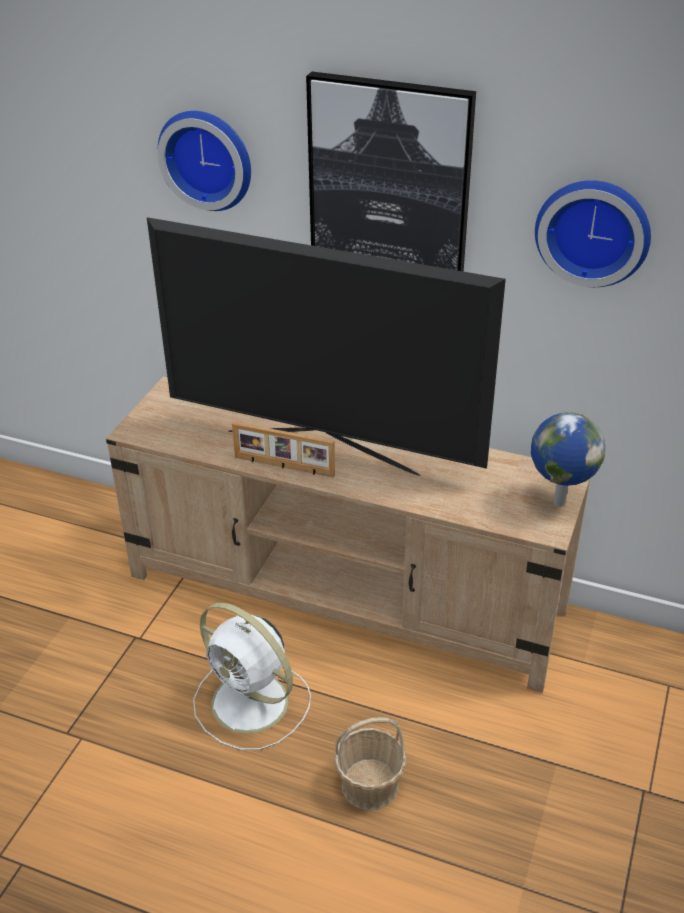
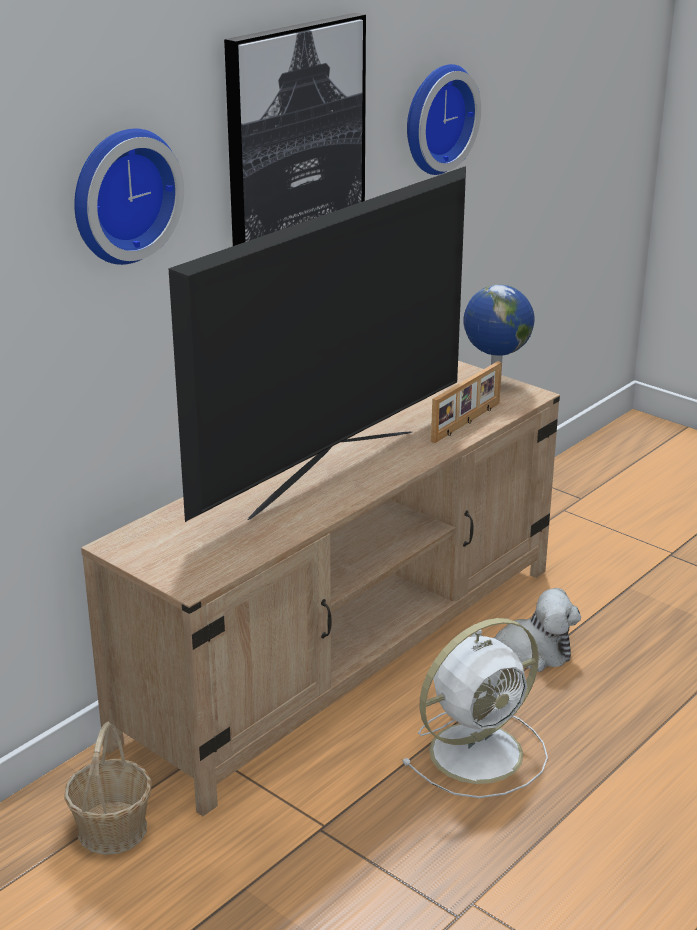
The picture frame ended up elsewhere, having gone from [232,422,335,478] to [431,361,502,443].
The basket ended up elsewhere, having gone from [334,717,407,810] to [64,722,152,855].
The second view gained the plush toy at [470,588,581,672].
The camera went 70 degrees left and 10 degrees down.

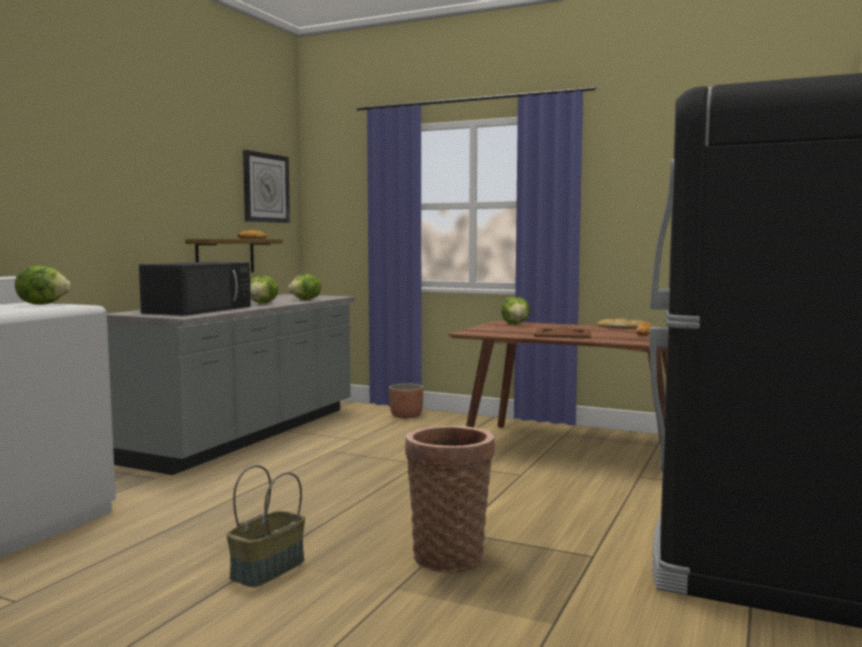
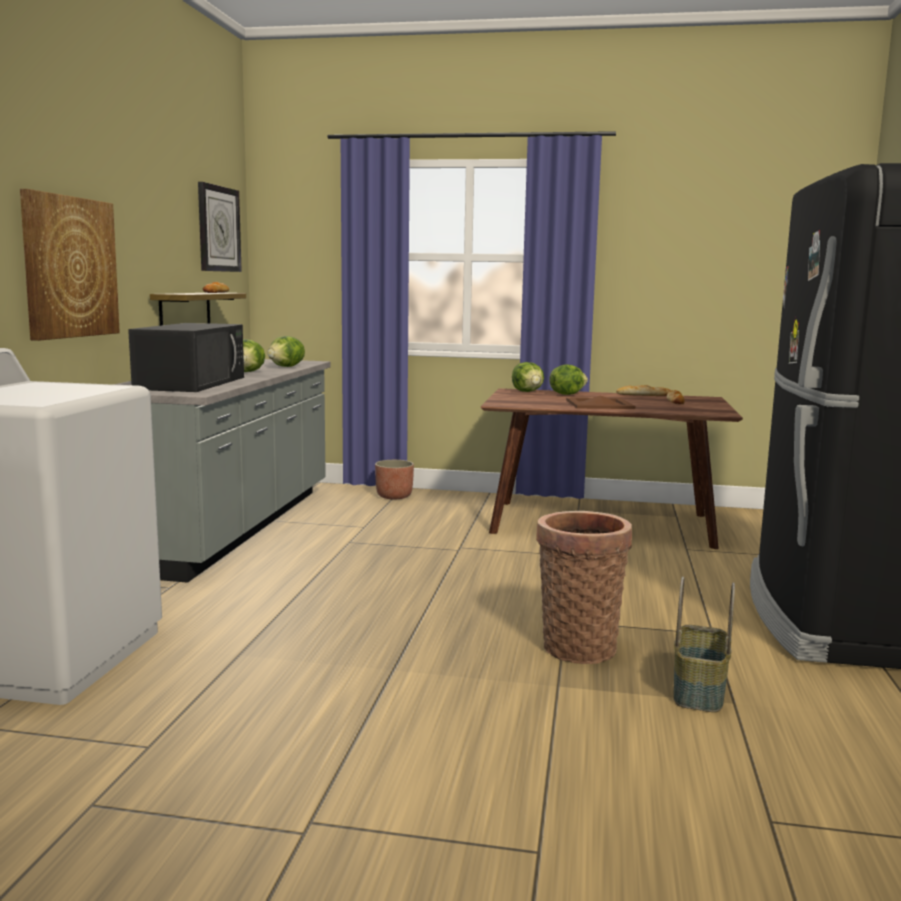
The lettuce ended up elsewhere, having gone from [15,265,71,305] to [549,364,588,395].
The basket ended up elsewhere, having gone from [227,465,305,587] to [674,576,735,712].
The second view gained the picture at [20,189,120,341].
The camera went 15 degrees left and 5 degrees up.

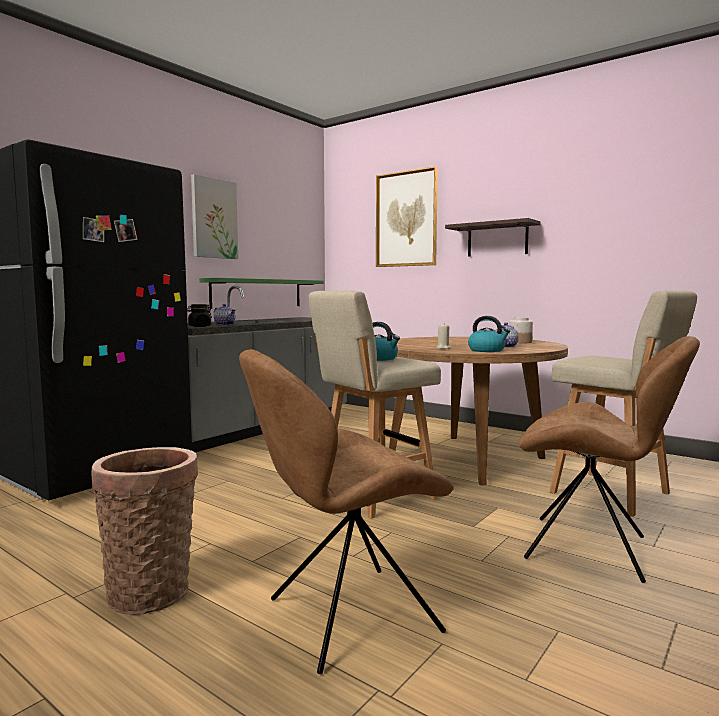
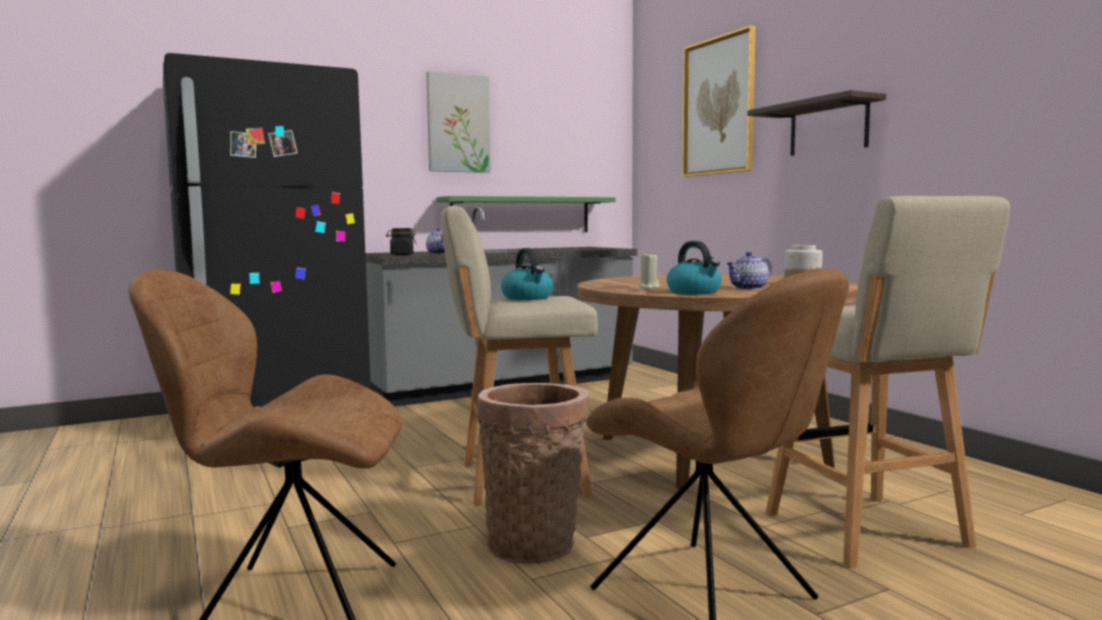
The basket ended up elsewhere, having gone from [91,447,198,615] to [477,383,589,564].
The camera went 25 degrees right and 0 degrees up.

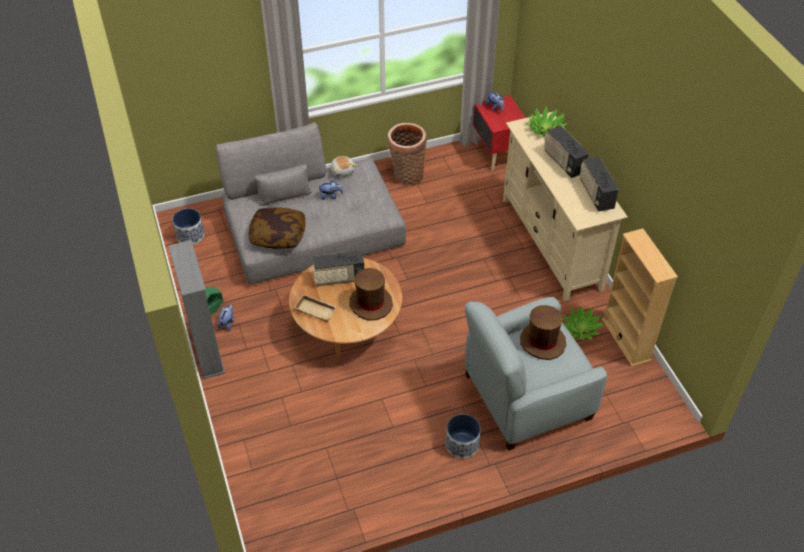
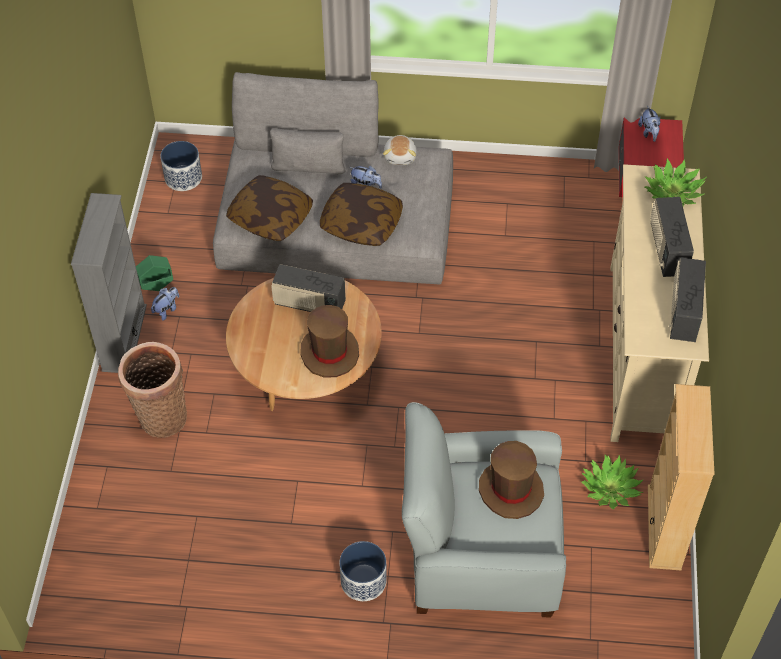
The second view lost the beige tray at [294,294,337,322].
The basket ended up elsewhere, having gone from [388,123,427,185] to [118,342,187,438].
The second view gained the pillow at [320,183,403,246].
The camera went 25 degrees right and 5 degrees up.

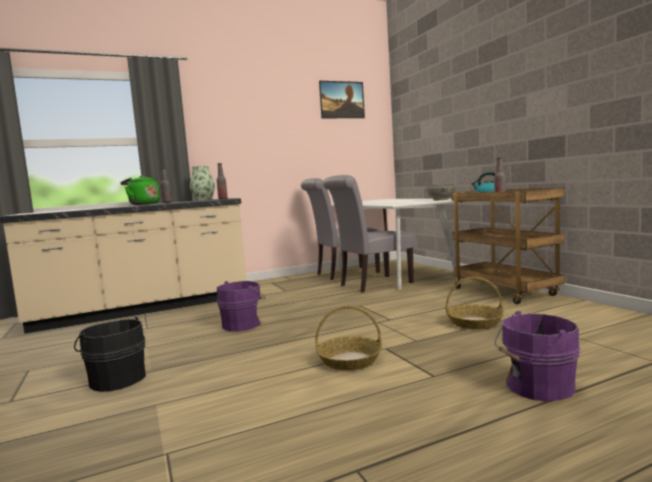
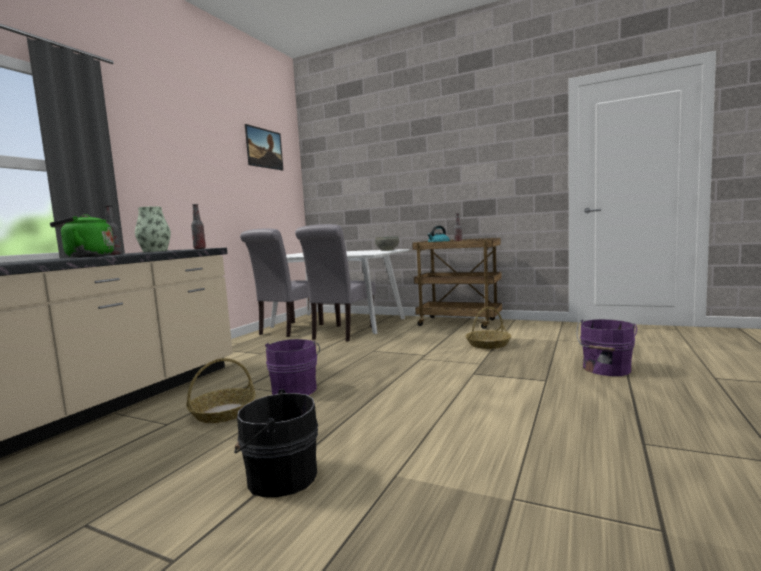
The basket ended up elsewhere, having gone from [315,306,382,370] to [187,358,256,423].
The camera went 40 degrees left and 0 degrees up.

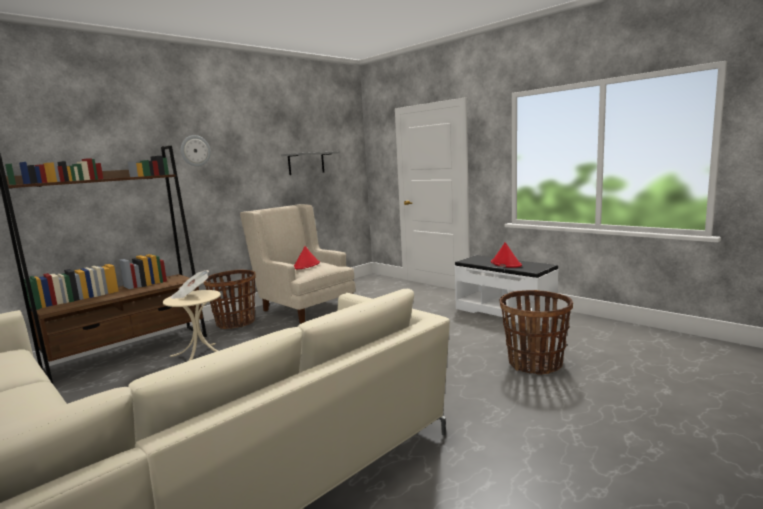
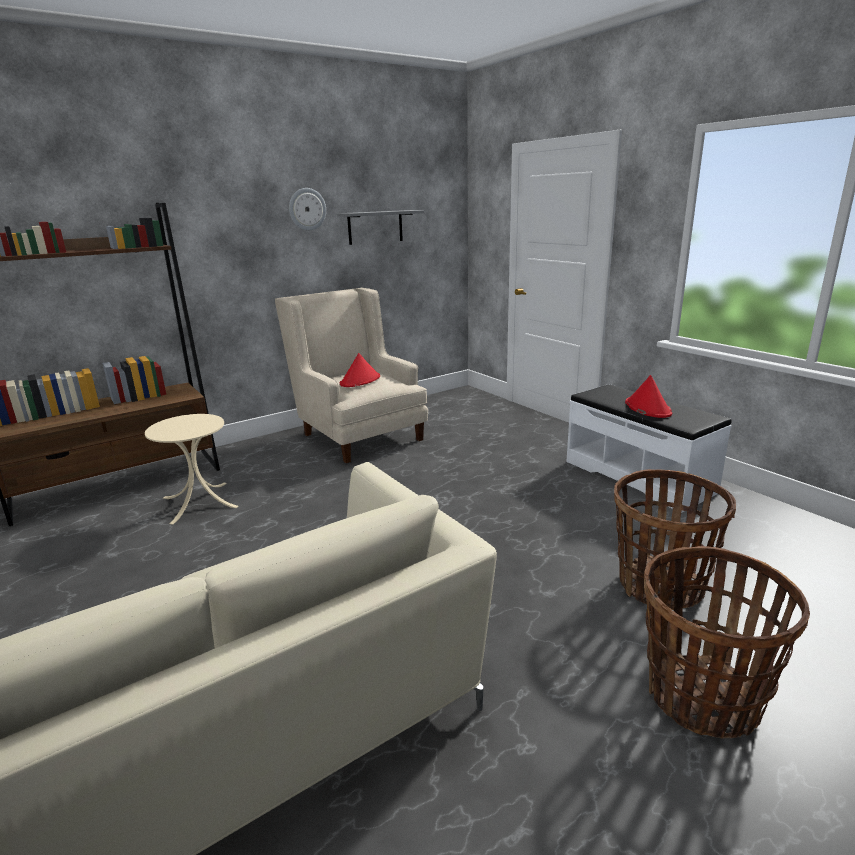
The second view lost the newspaper at [170,270,209,299].
The wall clock ended up elsewhere, having gone from [181,135,211,167] to [289,188,326,230].
The basket ended up elsewhere, having gone from [204,270,256,329] to [644,546,810,739].
The camera went 10 degrees right and 10 degrees up.

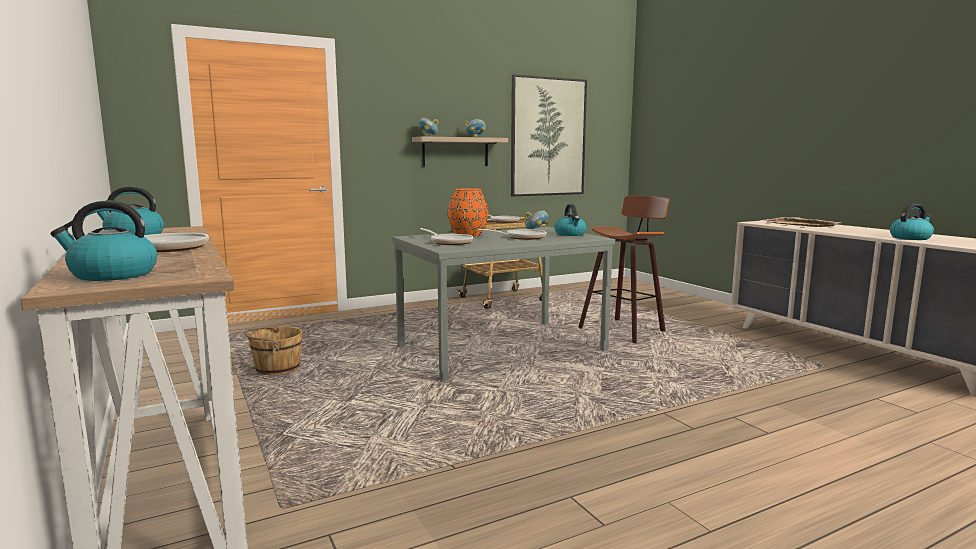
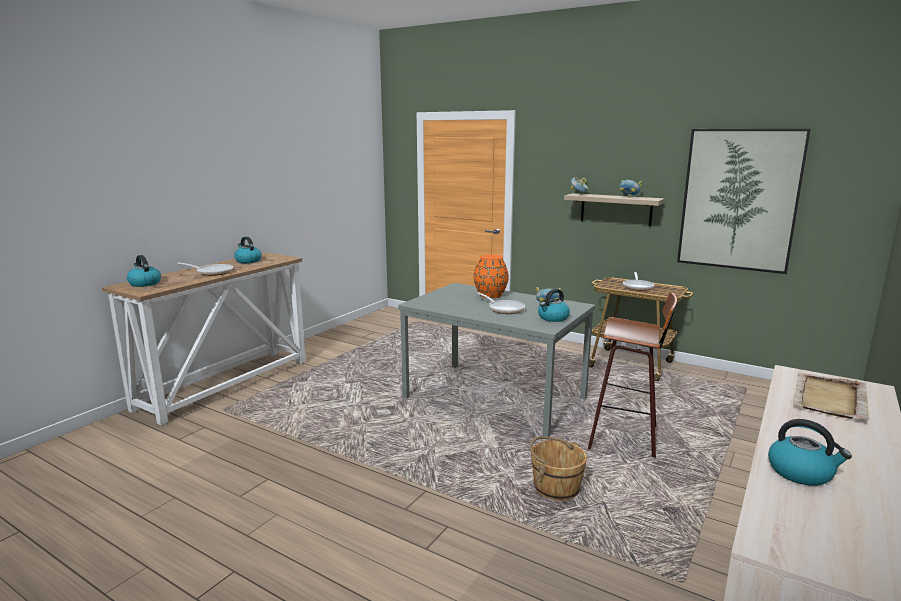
The brown bucket ended up elsewhere, having gone from [245,325,303,375] to [529,436,587,501].
The second view lost the frying pan at [420,228,473,245].
The camera went 60 degrees right and 5 degrees up.

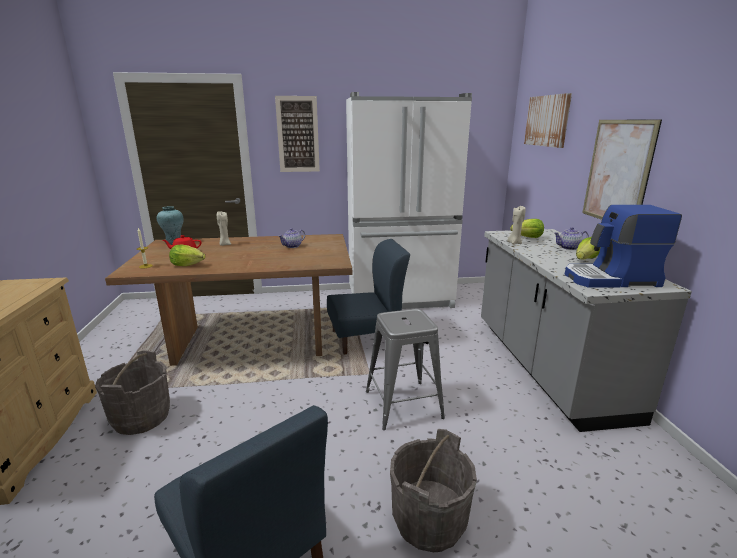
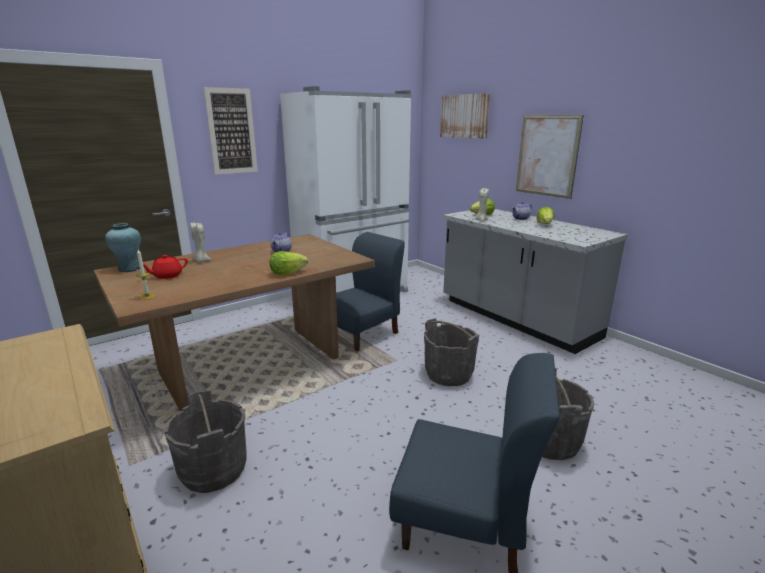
The lettuce ended up elsewhere, having gone from [169,244,205,266] to [270,251,308,275].
Where the grey stool stood at [366,309,445,430], the grey bucket came to stand at [424,318,479,386].
The second view lost the coffee machine at [565,205,682,288].
The camera went 30 degrees left and 0 degrees up.

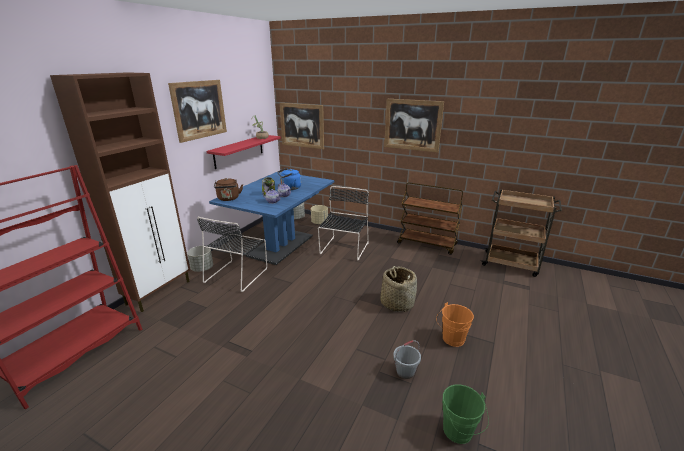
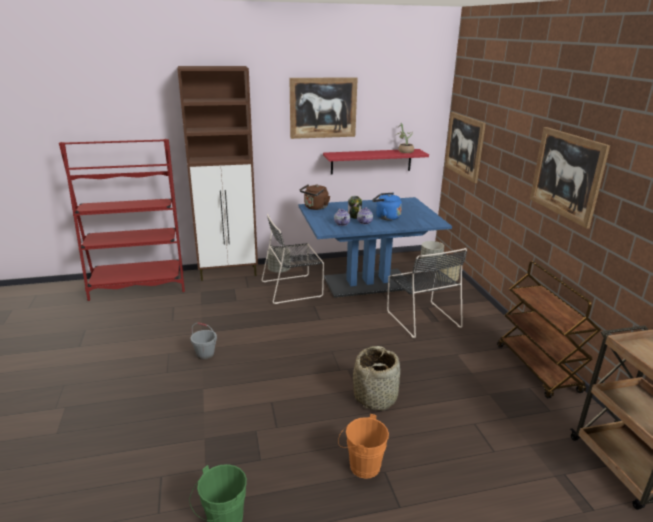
The black chair at [318,186,369,260] ended up facing another way, 90 degrees clockwise from before.
The grey bucket ended up elsewhere, having gone from [393,340,421,379] to [191,322,217,360].
The camera went 50 degrees right and 0 degrees up.

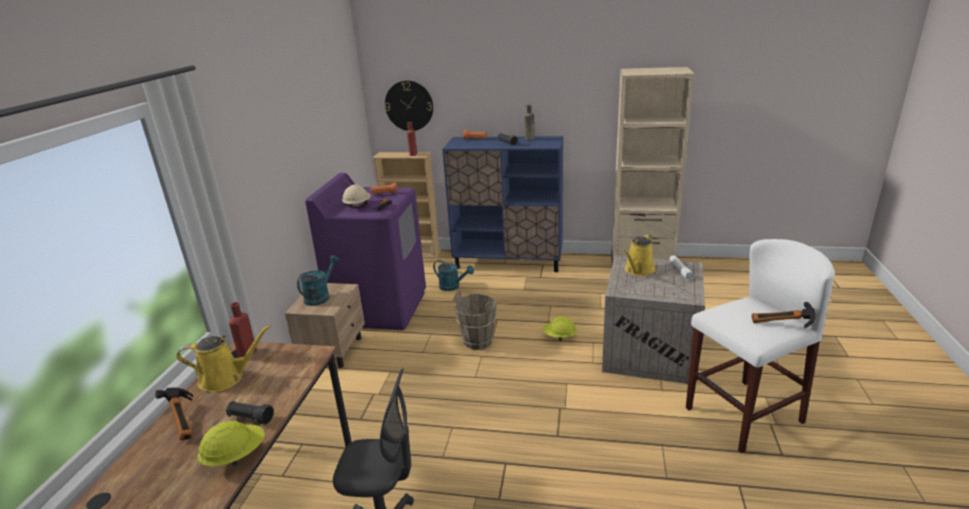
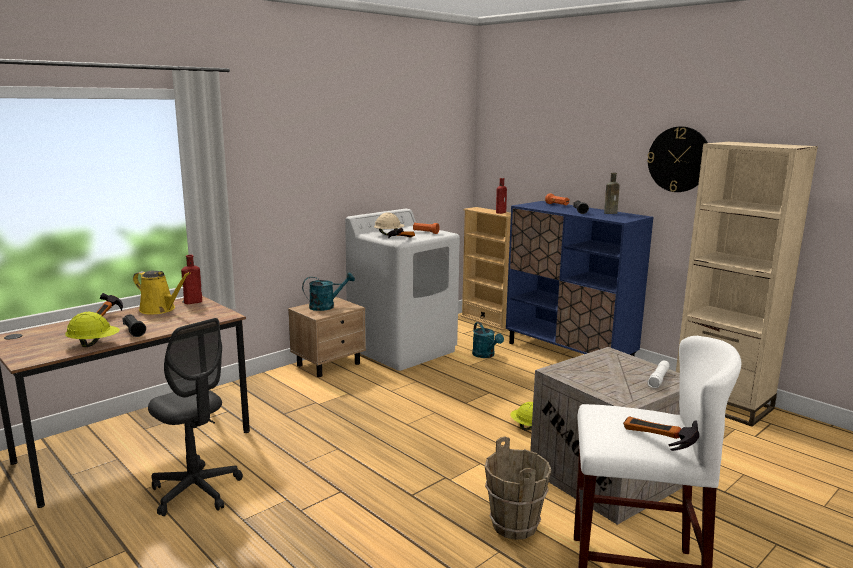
What was the purple washing machine at [305,173,426,330] turned into the white washing machine at [345,209,460,371].
The wall clock ended up elsewhere, having gone from [385,81,433,131] to [647,126,708,192].
The brown bucket ended up elsewhere, having gone from [454,291,497,350] to [485,437,551,540].
The second view lost the yellow watering can at [624,234,656,276].
The camera went 35 degrees right and 10 degrees down.

